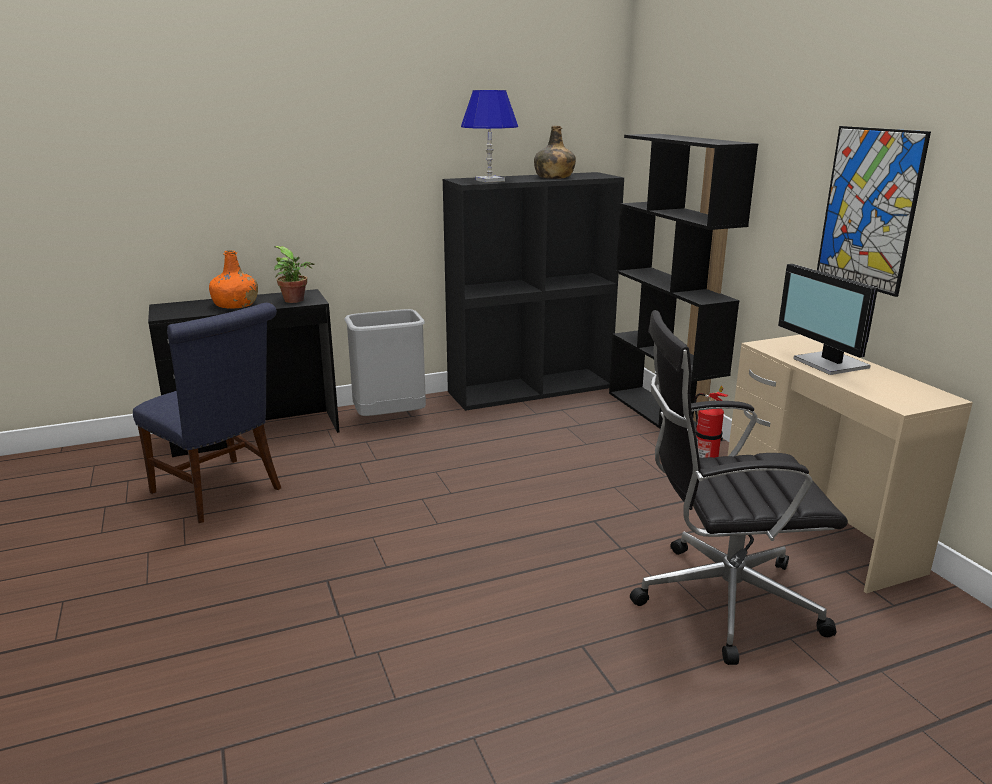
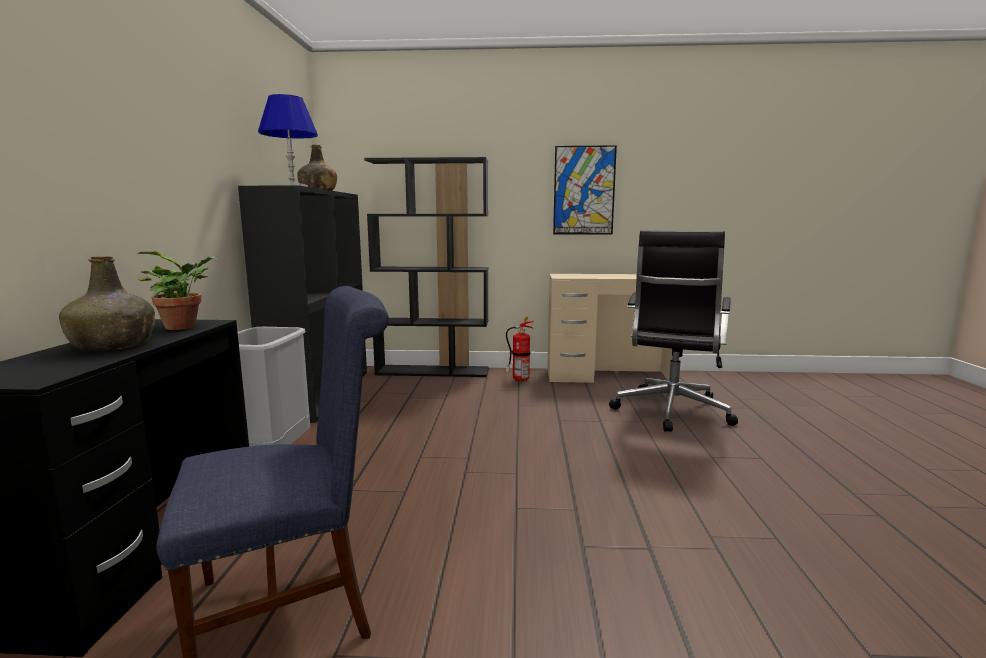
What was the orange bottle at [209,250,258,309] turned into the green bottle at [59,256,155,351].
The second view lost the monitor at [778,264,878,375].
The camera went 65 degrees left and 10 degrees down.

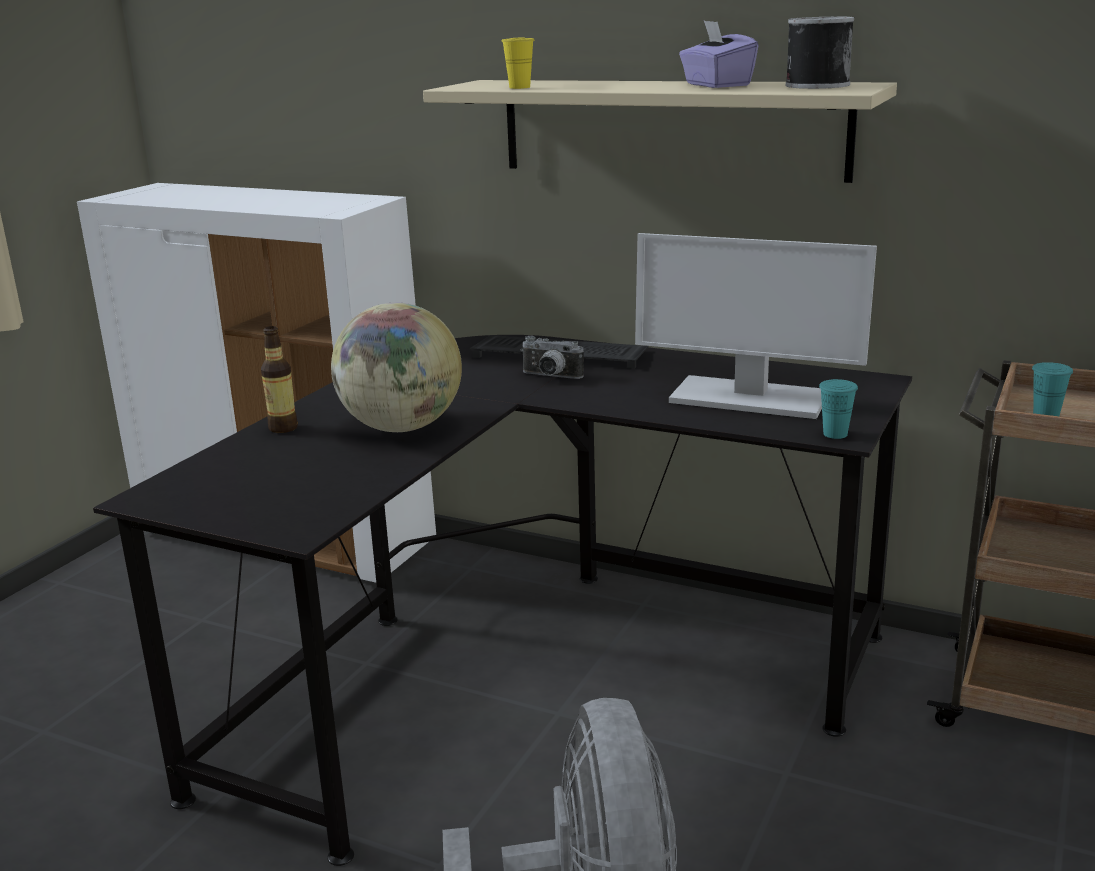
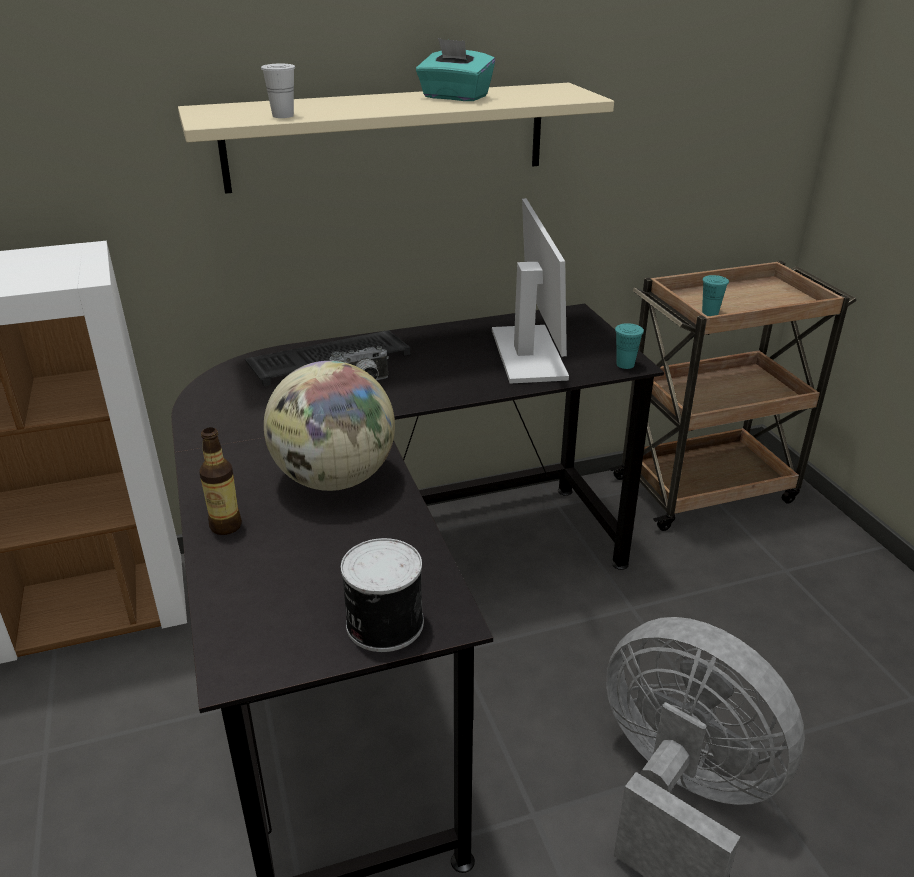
What was the yellow cup at [501,38,535,89] turned into the white cup at [261,64,295,118].
The monitor at [635,233,877,419] ended up facing another way, 75 degrees counterclockwise from before.
What was the purple tissue box at [679,20,758,88] turned into the turquoise tissue box at [416,38,495,101].
The can ended up elsewhere, having gone from [786,17,854,89] to [341,538,424,652].
The camera went 45 degrees left and 10 degrees up.

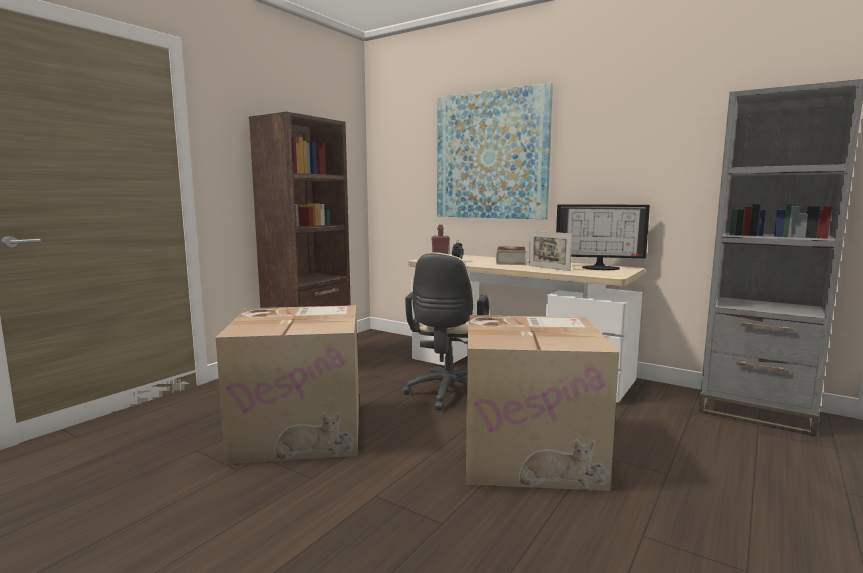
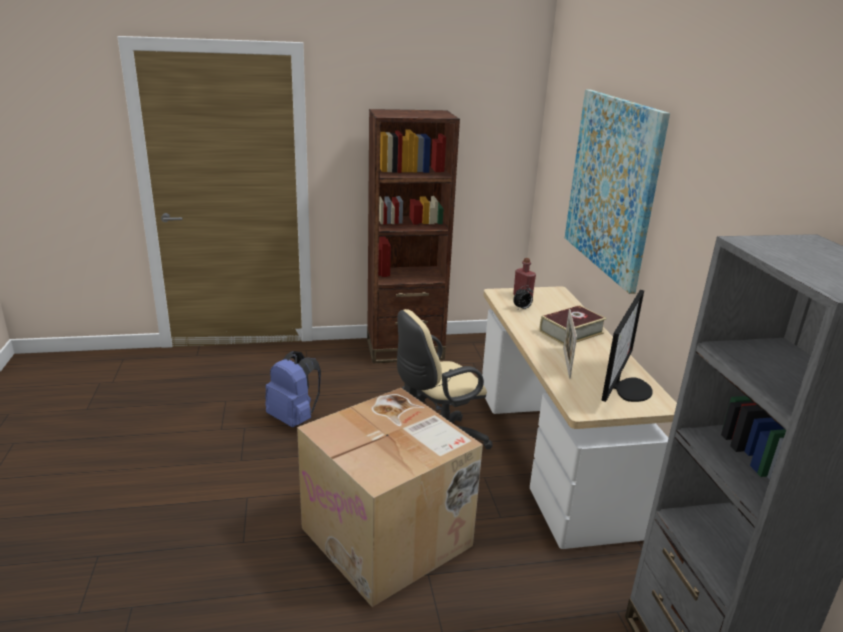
Where the cardboard box stood at [216,305,359,464], the blue backpack came to stand at [265,351,321,428].
The monitor at [556,204,650,270] ended up facing another way, 120 degrees counterclockwise from before.
The camera went 45 degrees right and 15 degrees up.

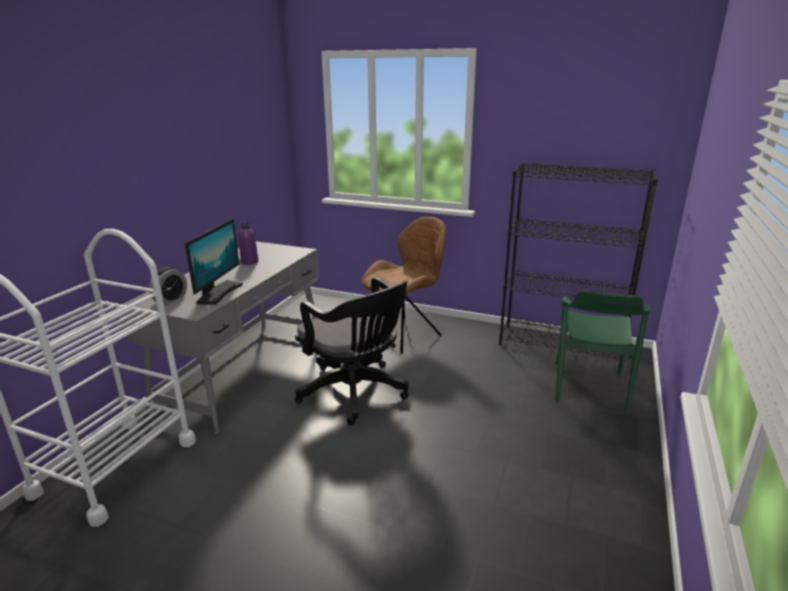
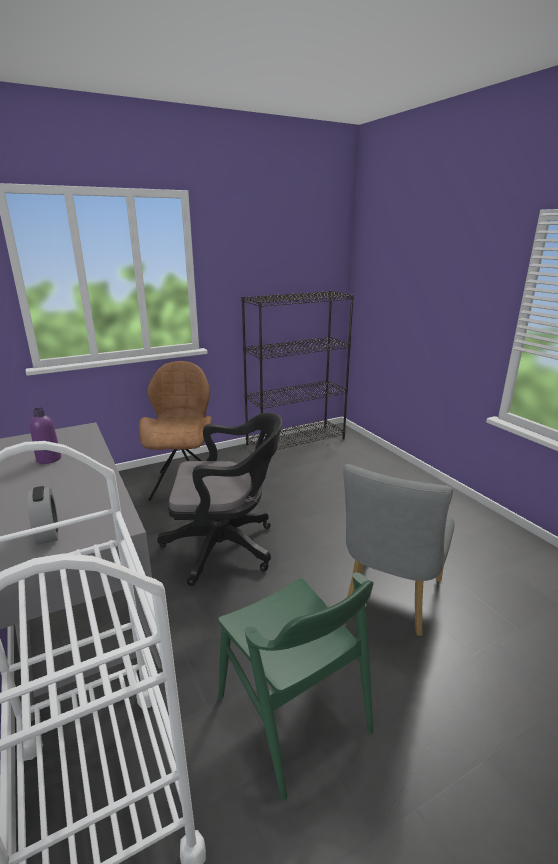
The second view lost the monitor at [185,219,243,304].
The green chair ended up elsewhere, having gone from [555,290,651,412] to [218,572,374,800].
The second view gained the grey chair at [343,464,455,636].
The camera went 50 degrees left and 0 degrees up.

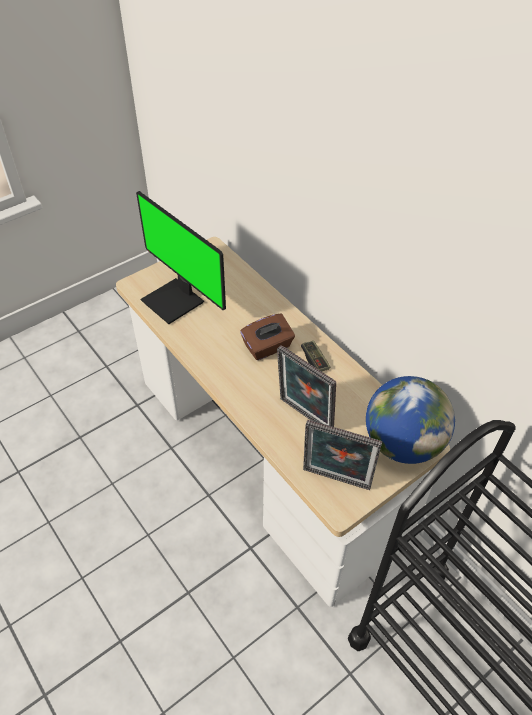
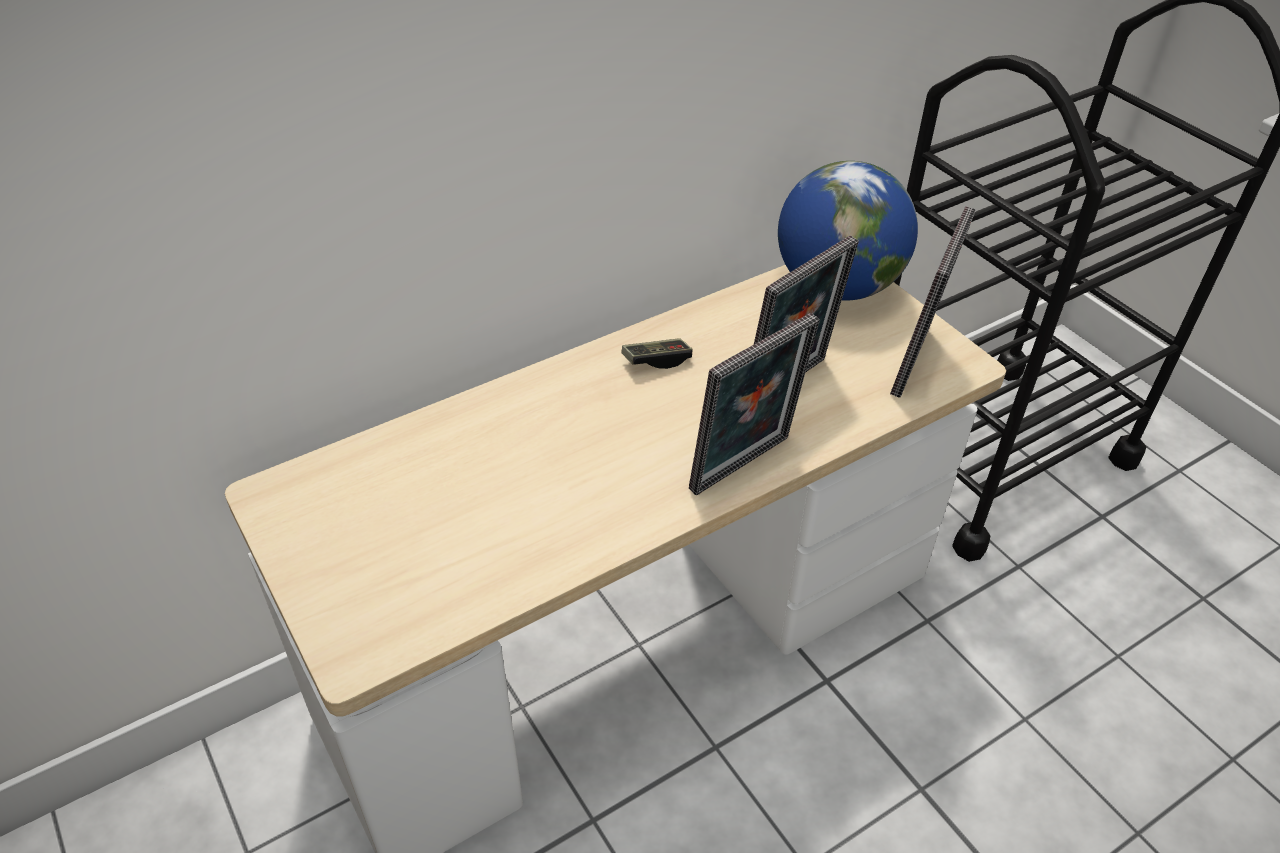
The second view lost the monitor at [136,191,226,324].
The second view lost the brown tissue box at [240,314,295,360].
The second view gained the picture frame at [689,313,820,495].
The camera went 85 degrees left and 5 degrees down.

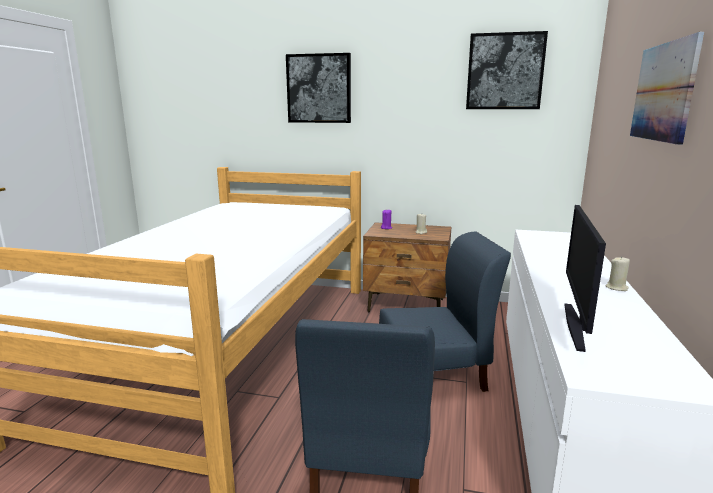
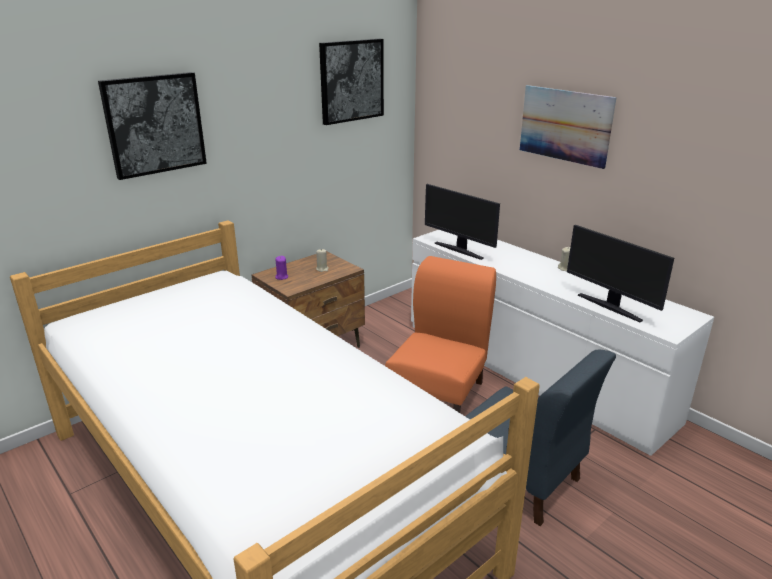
What was the blue chair at [379,231,511,392] turned into the orange chair at [385,256,496,413].
The second view gained the monitor at [425,184,500,260].
The camera went 55 degrees left and 10 degrees up.

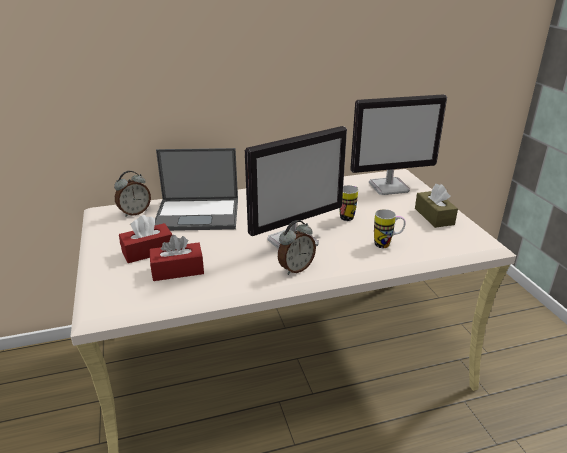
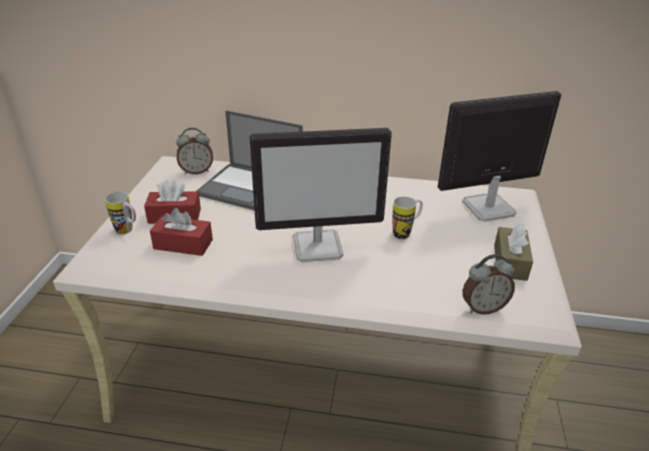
The alarm clock ended up elsewhere, having gone from [278,220,316,275] to [463,254,515,315].
The monitor at [350,94,447,195] ended up facing another way, 150 degrees clockwise from before.
The mug ended up elsewhere, having gone from [374,209,406,248] to [105,191,136,234].
The camera went 25 degrees right and 5 degrees up.

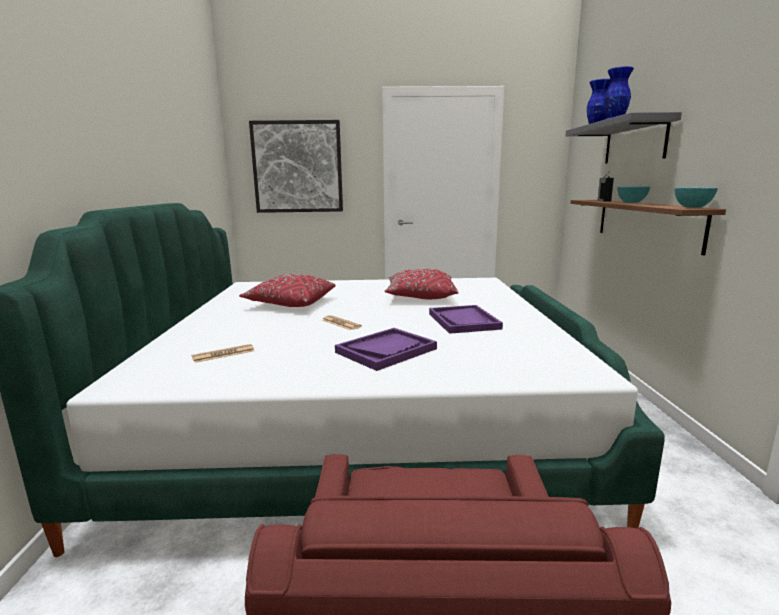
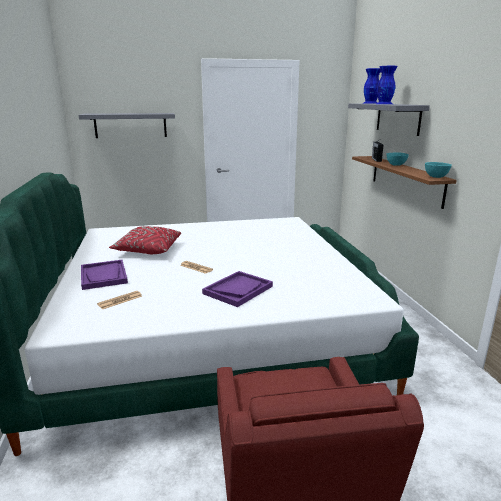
Where the picture hung at [249,120,343,213], the grey shelf came to hang at [78,113,175,138].
The second view lost the red pillow at [385,269,459,299].
The purple tray ended up elsewhere, having gone from [429,305,503,334] to [81,260,128,290].
The camera went 10 degrees left and 5 degrees up.

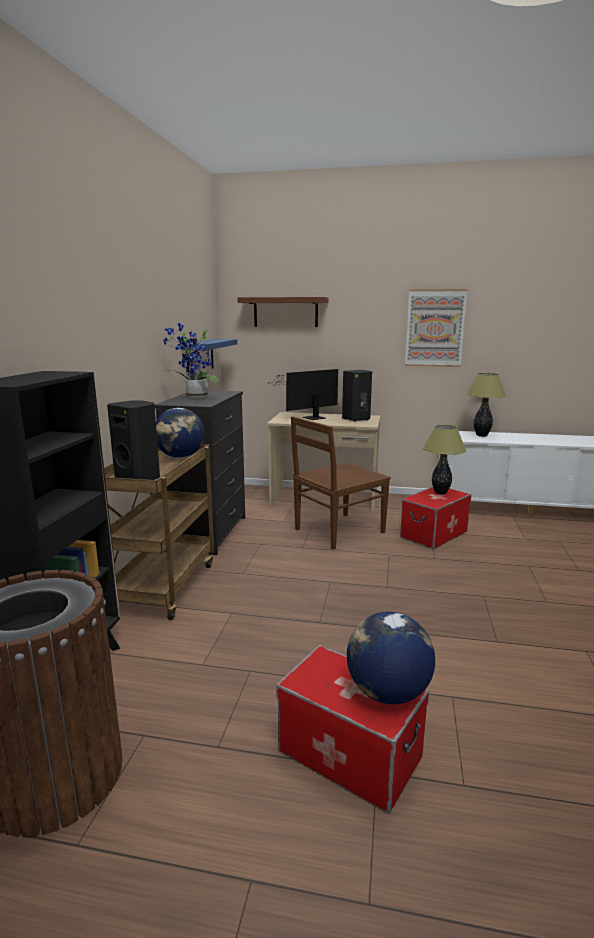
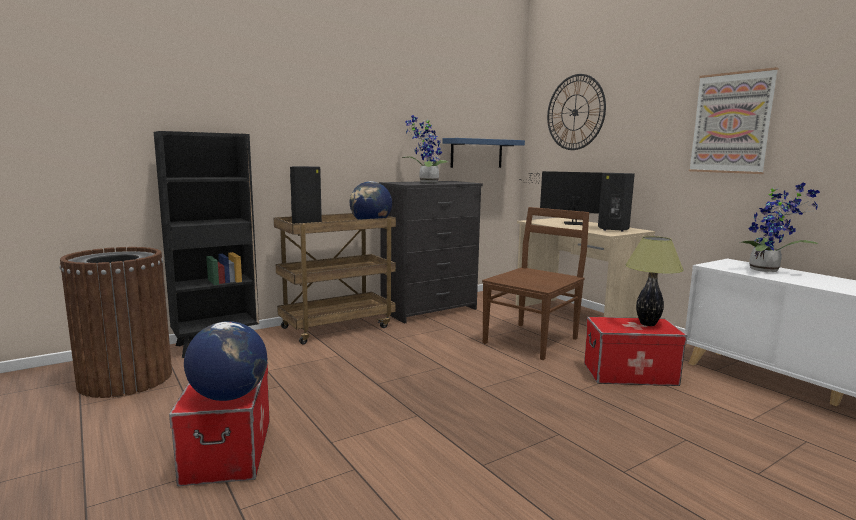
Where the brown shelf hung at [237,297,329,327], the wall clock came to hang at [547,74,606,150].
The brown chair at [291,416,391,550] ended up facing another way, 120 degrees clockwise from before.
Where the table lamp stood at [466,373,506,437], the potted plant came to stand at [739,183,820,272].
The camera went 45 degrees right and 5 degrees down.

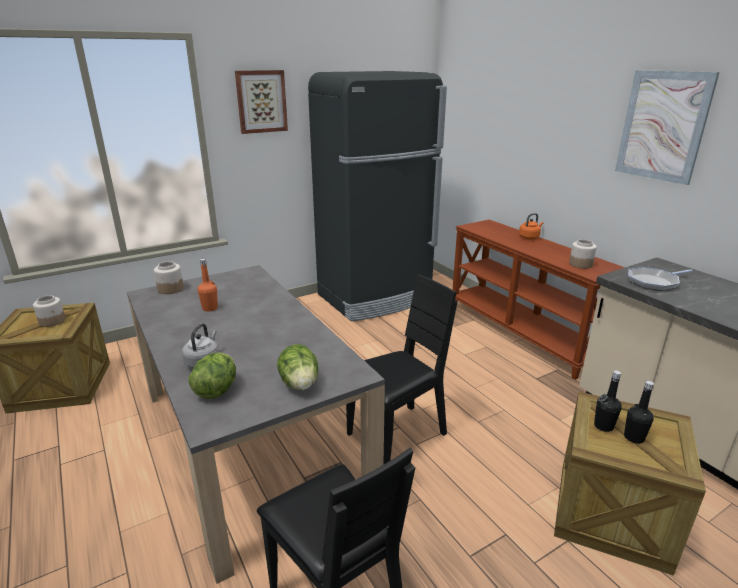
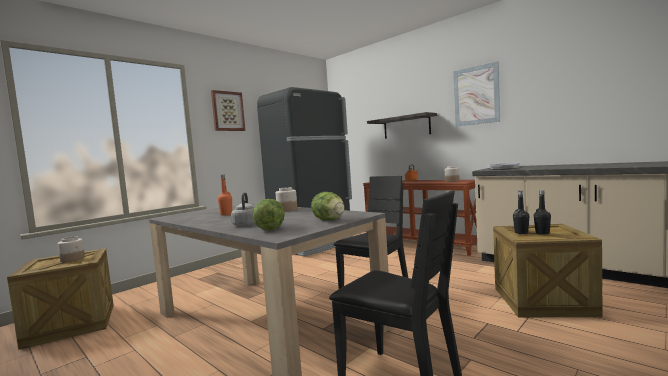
The jar ended up elsewhere, having gone from [154,261,184,294] to [276,187,297,212].
The second view gained the shelf at [367,112,437,139].
The camera went 15 degrees left and 20 degrees down.

